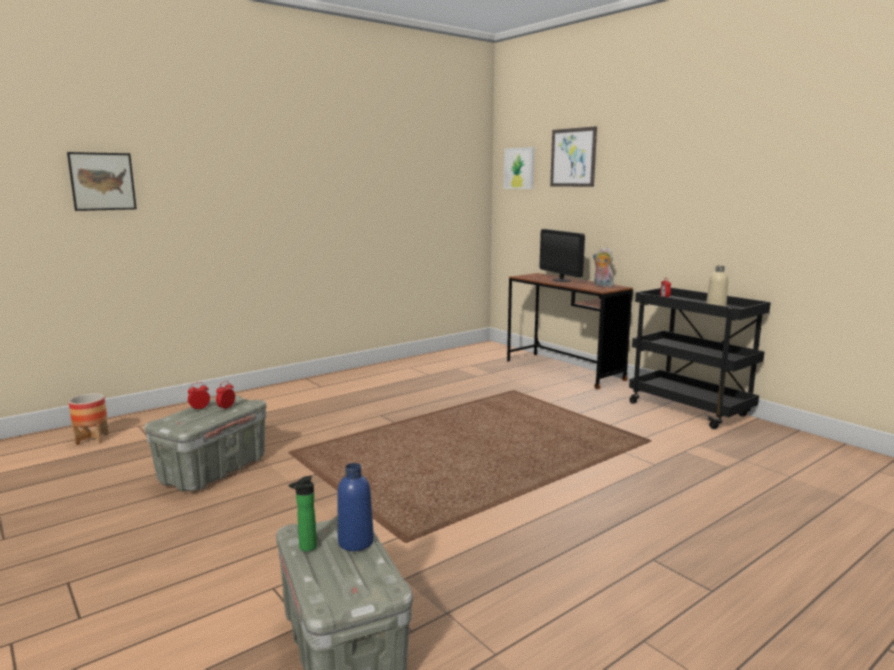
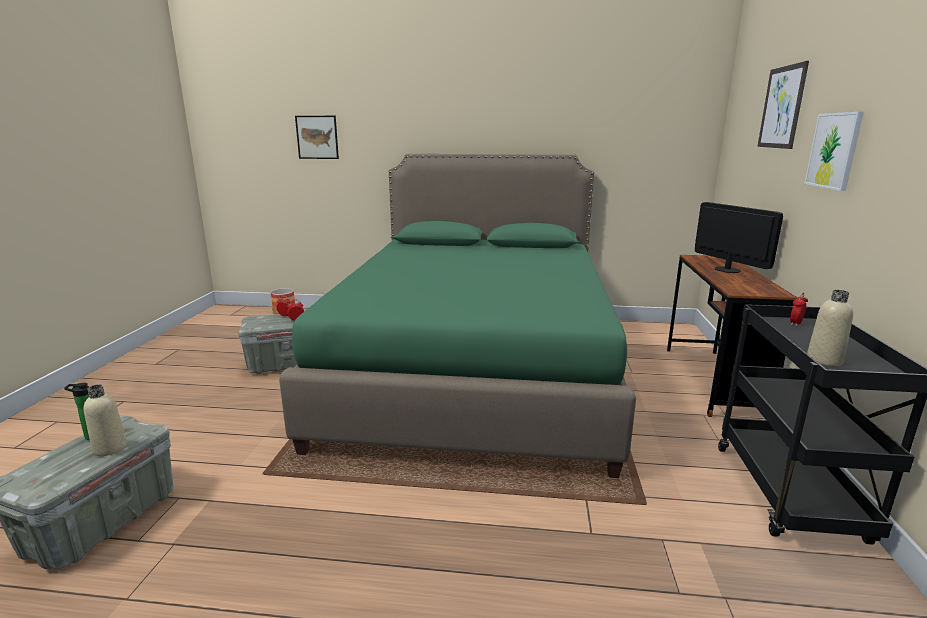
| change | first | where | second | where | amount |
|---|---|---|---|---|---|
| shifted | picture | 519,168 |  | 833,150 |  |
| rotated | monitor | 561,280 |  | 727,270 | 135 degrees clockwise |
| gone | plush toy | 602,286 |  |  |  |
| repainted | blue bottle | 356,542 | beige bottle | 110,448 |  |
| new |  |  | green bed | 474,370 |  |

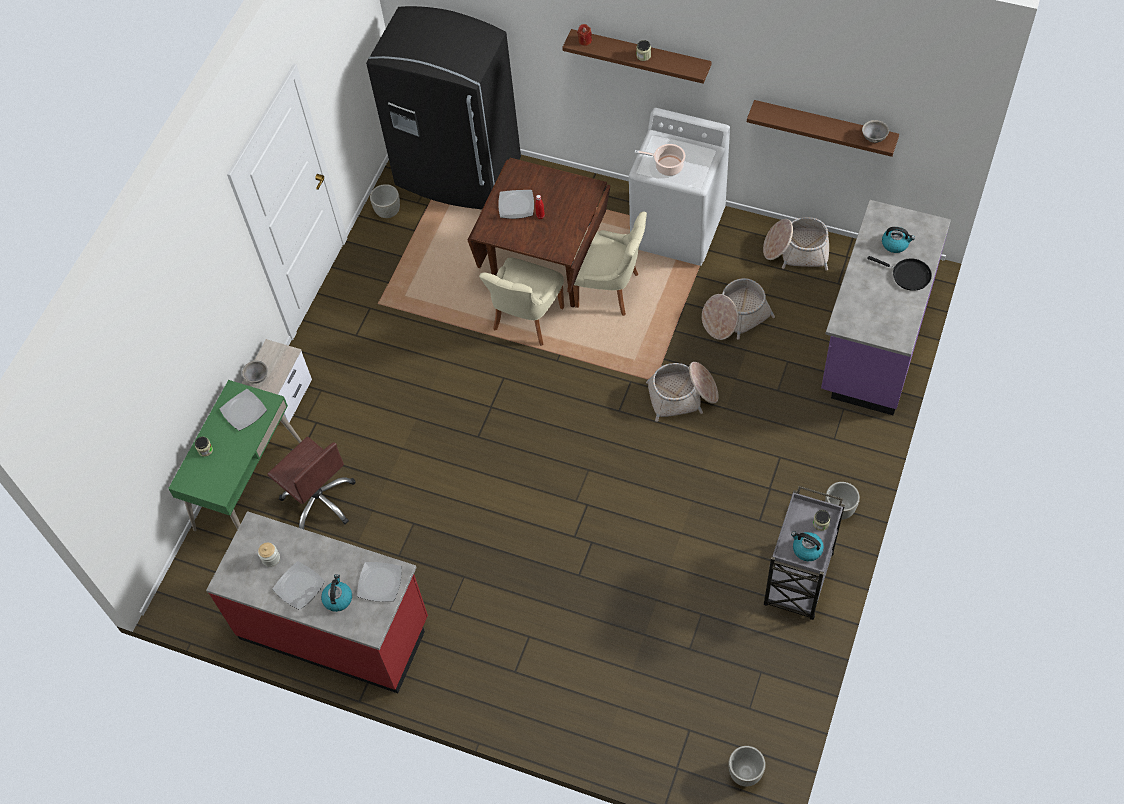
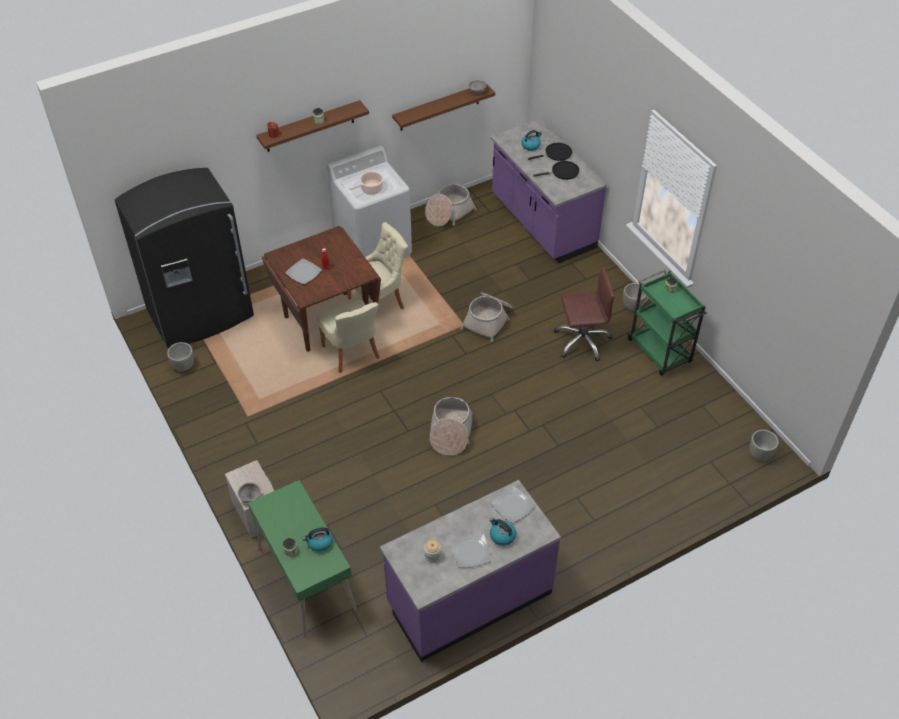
| change | first | where | second | where | amount |
|---|---|---|---|---|---|
| shifted | basket | 735,317 |  | 450,432 |  |
| gone | plate | 244,411 |  |  |  |
| shifted | brown office chair | 320,500 |  | 582,341 |  |
| repainted | grey cart | 798,581 | green cart | 660,352 |  |
| repainted | red counter | 335,628 | purple counter | 469,598 |  |
| shifted | kettle | 806,549 |  | 319,542 |  |
| new |  |  | black frying pan | 563,172 |  |

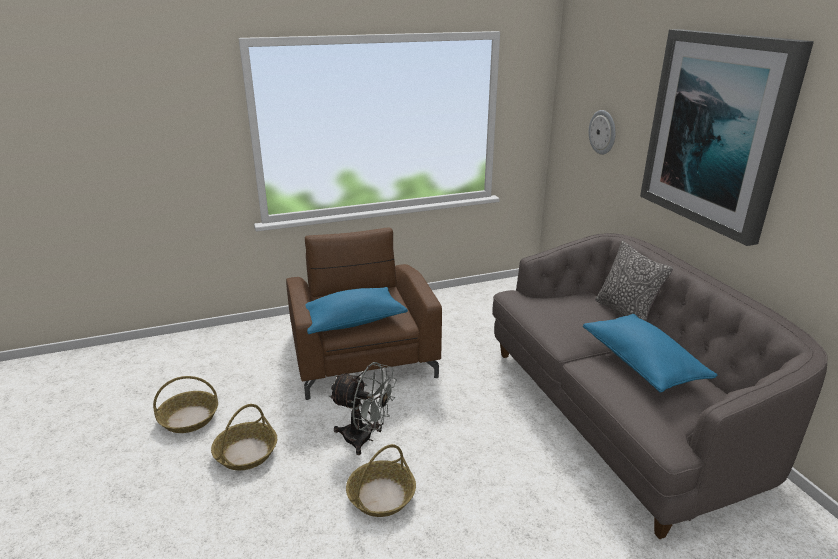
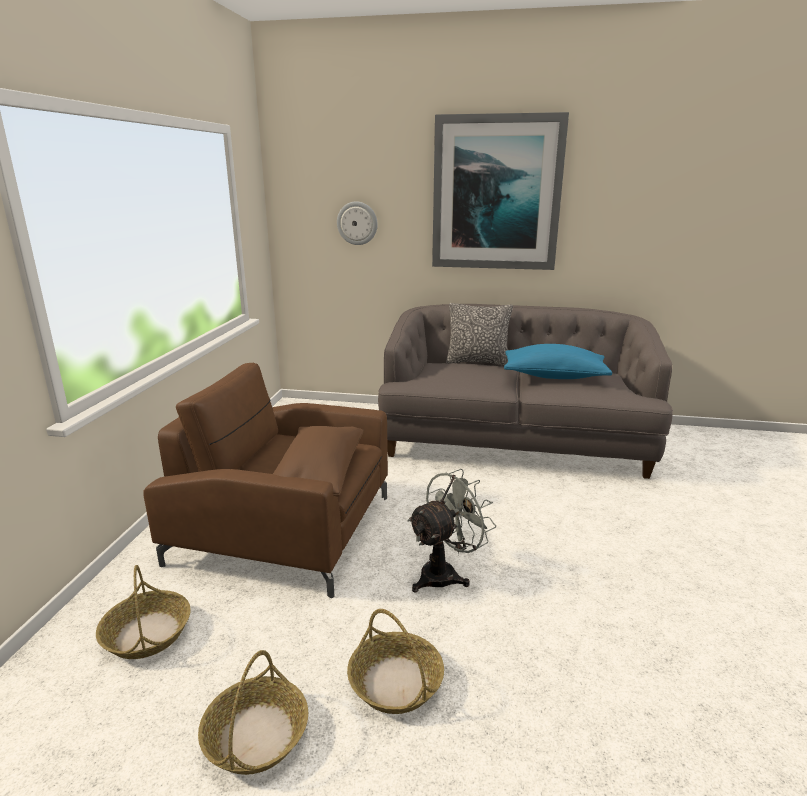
| change | first | where | second | where | amount |
|---|---|---|---|---|---|
| repainted | blue pillow | 351,322 | brown pillow | 318,475 |  |
| shifted | basket | 381,495 |  | 147,633 |  |

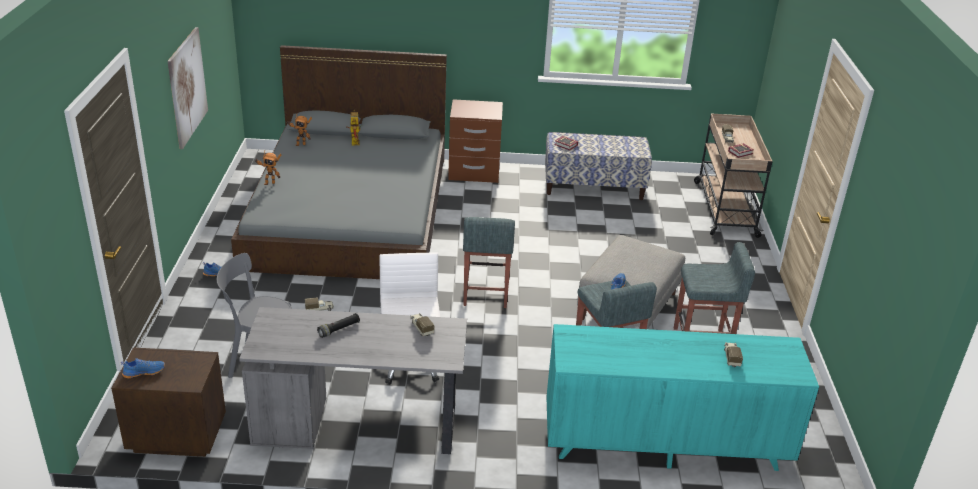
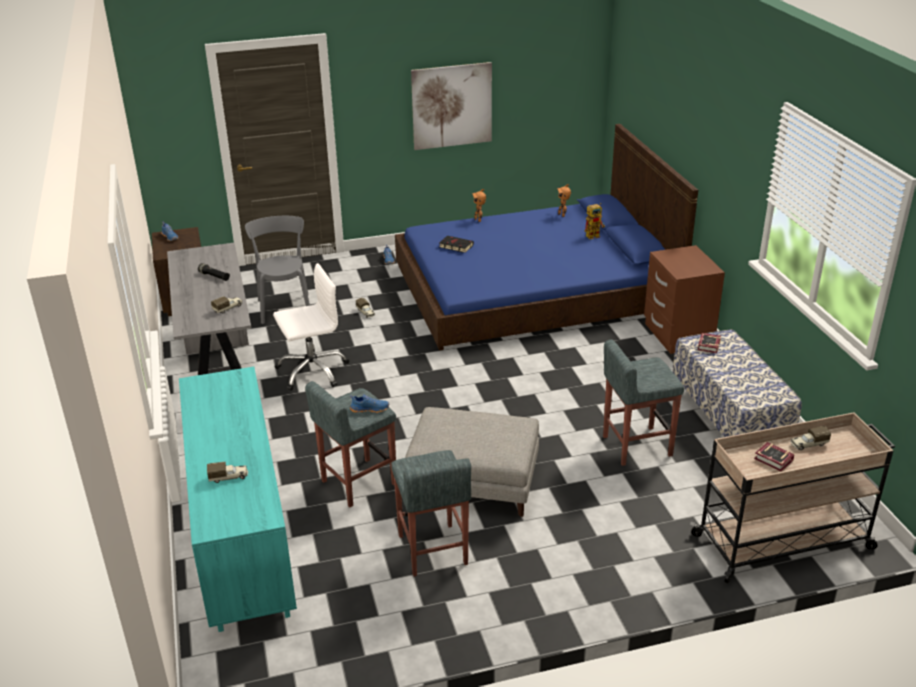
| change | first | where | second | where | amount |
|---|---|---|---|---|---|
| repainted | grey bed | 350,210 | blue bed | 534,288 |  |
| shifted | grey stool | 485,294 |  | 636,446 |  |
| new |  |  | black book | 455,246 |  |

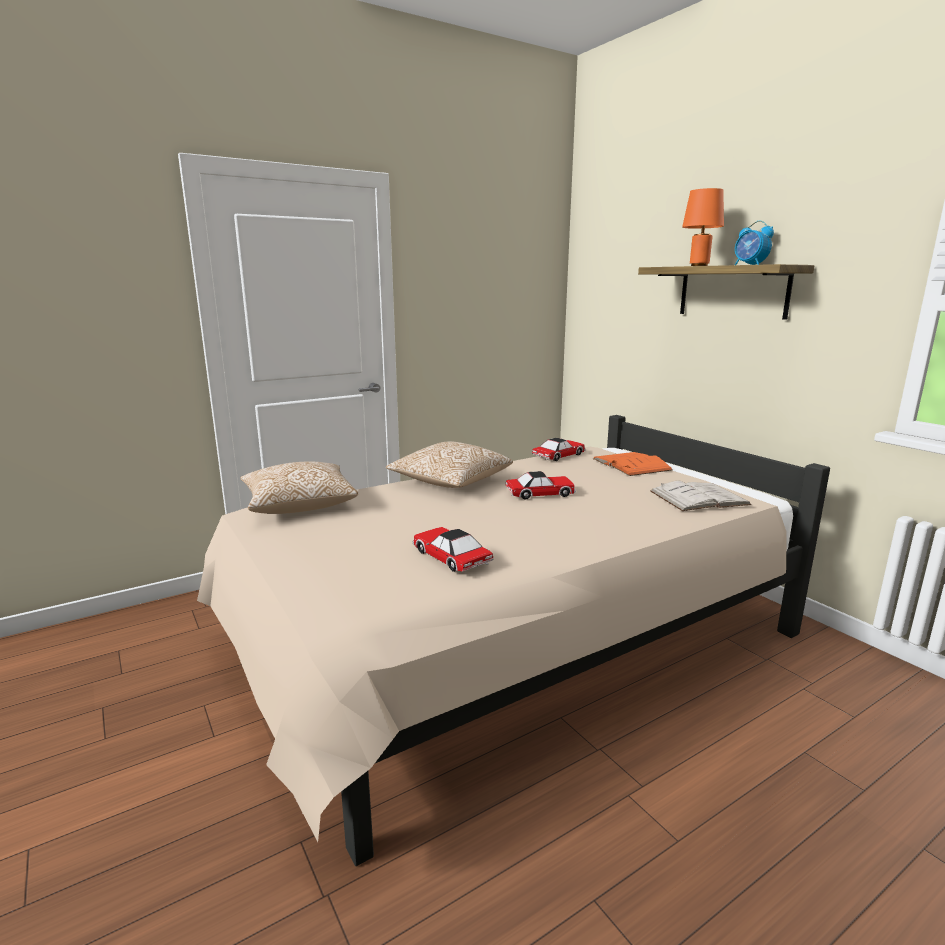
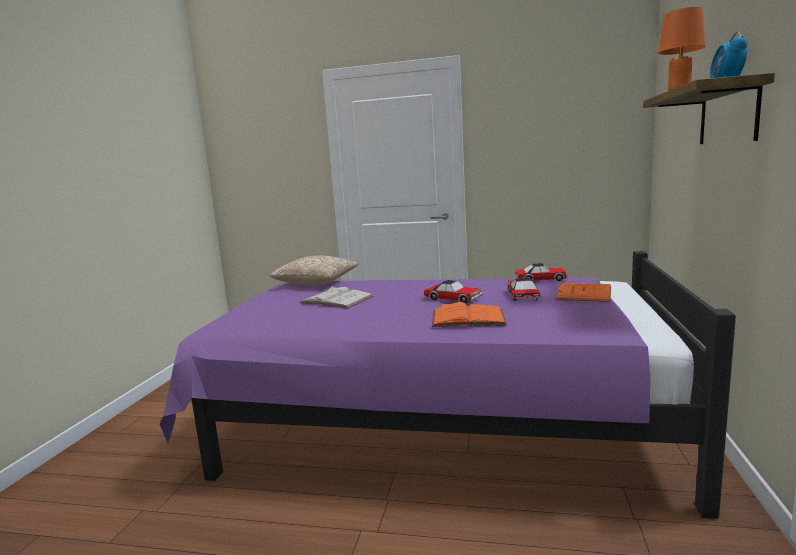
| change | first | where | second | where | amount |
|---|---|---|---|---|---|
| repainted | beige bed | 512,648 | purple bed | 432,424 |  |
| gone | pillow | 450,482 |  |  |  |
| shifted | white book | 699,498 |  | 337,299 |  |
| shifted | toy car | 451,557 |  | 523,295 |  |
| new |  |  | orange book | 468,317 |  |

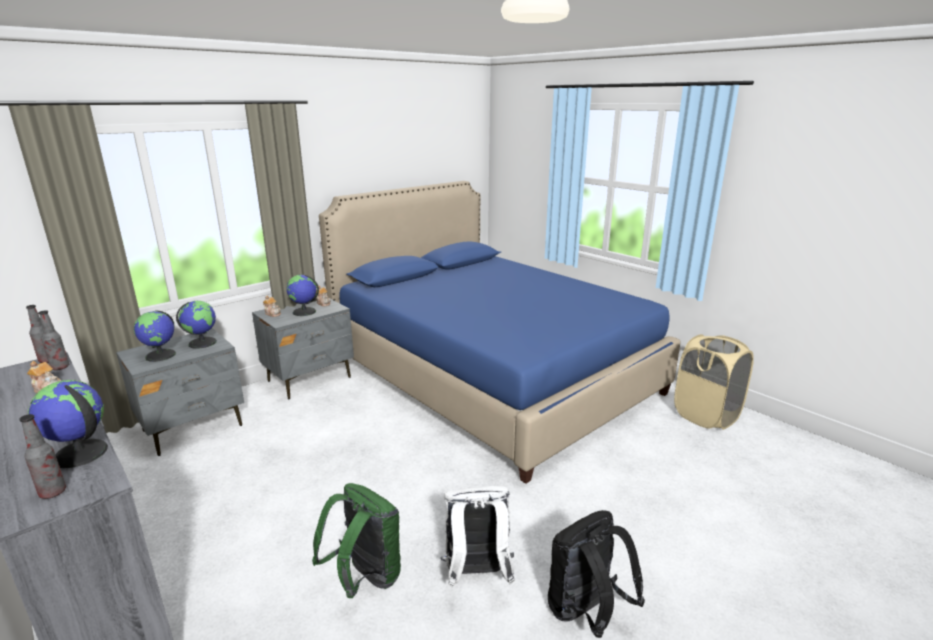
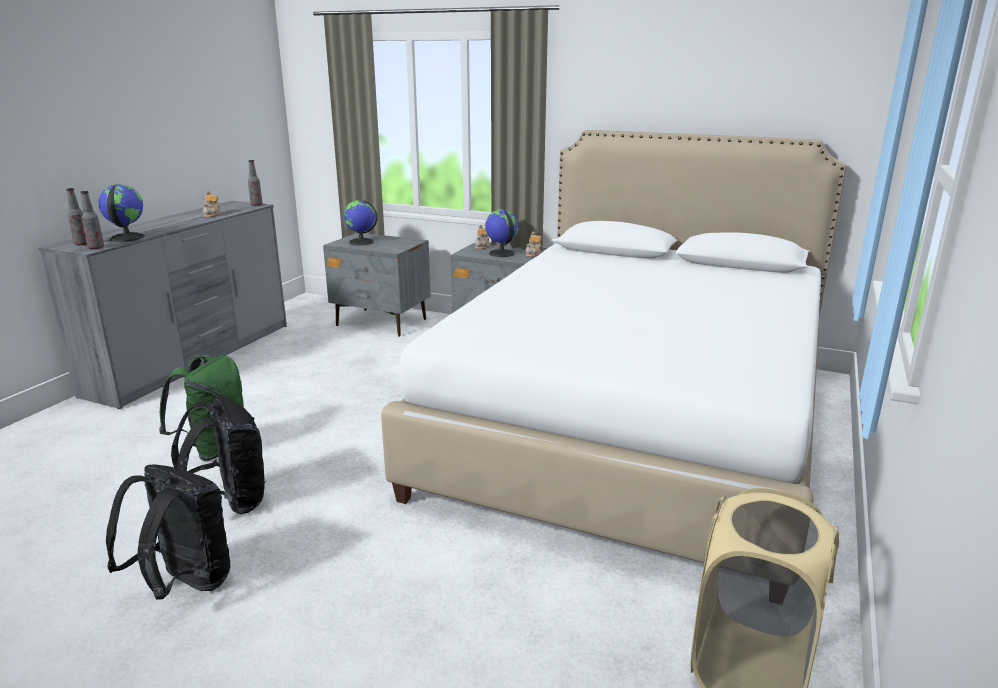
| change | first | where | second | where | amount |
|---|---|---|---|---|---|
| repainted | blue bed | 491,375 | white bed | 635,425 |  |
| gone | globe | 202,342 |  |  |  |
| shifted | bottle | 60,367 |  | 96,248 |  |
| repainted | white backpack | 476,574 | black backpack | 230,502 |  |

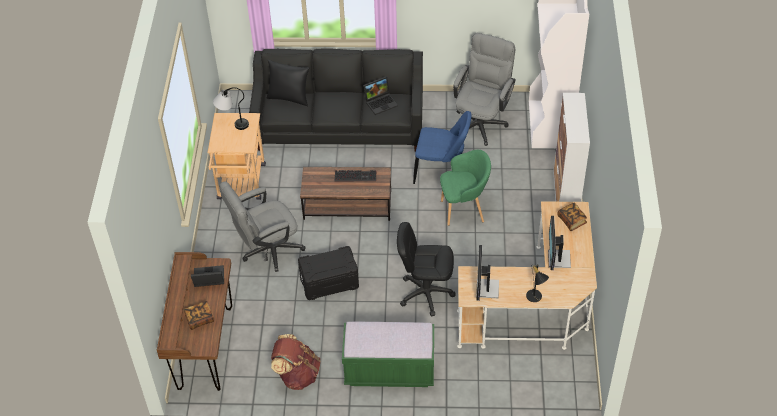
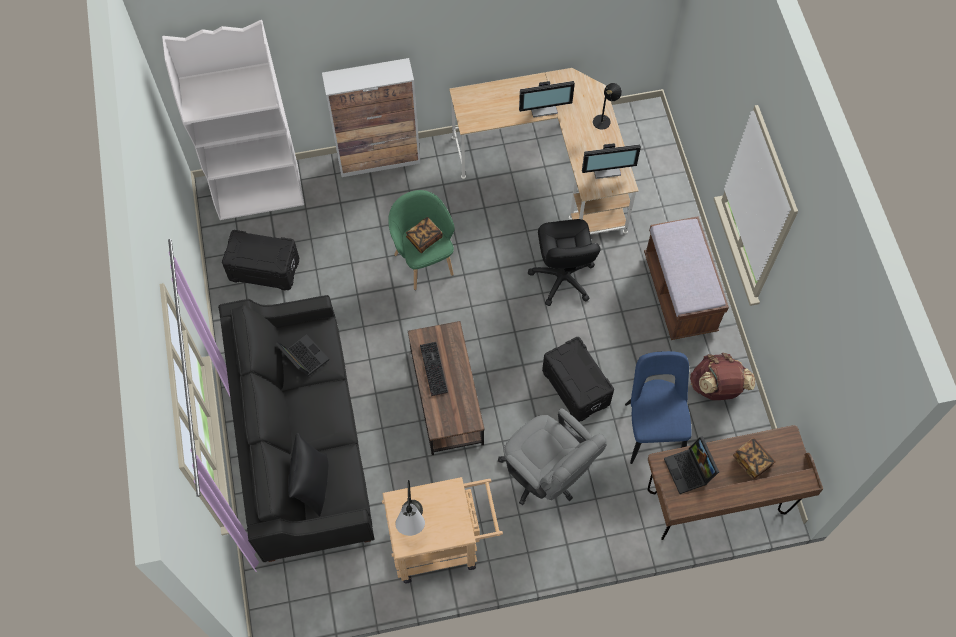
| change | first | where | second | where | amount |
|---|---|---|---|---|---|
| swapped | grey office chair | 481,121 | black storage box | 264,268 |  |
| shifted | blue chair | 442,174 |  | 652,428 |  |
| shifted | book | 571,221 |  | 424,239 |  |
| repainted | green bench | 389,370 | brown bench | 679,293 |  |

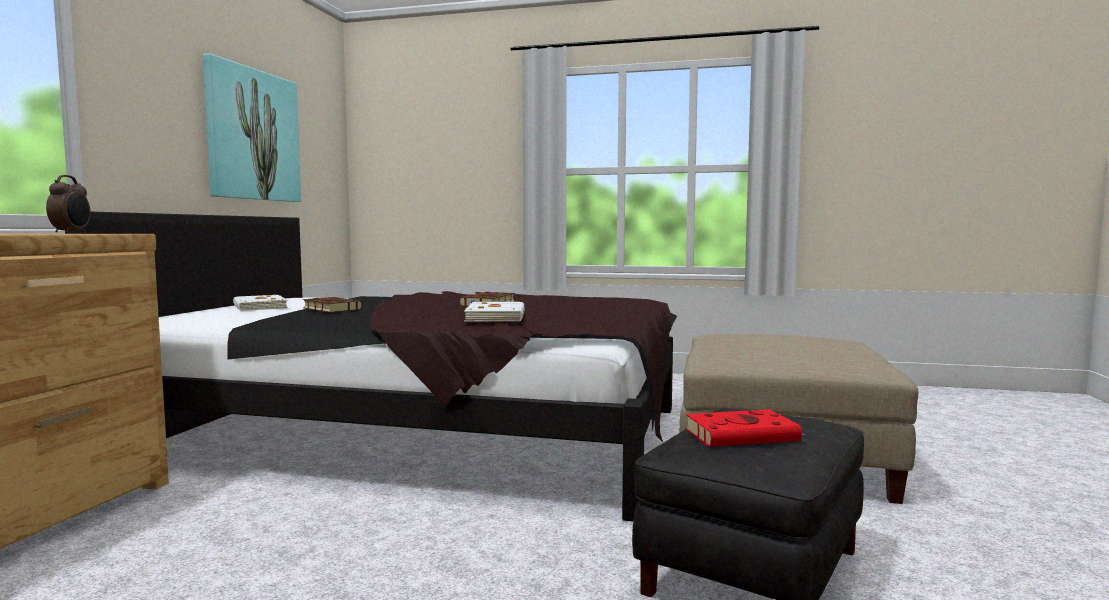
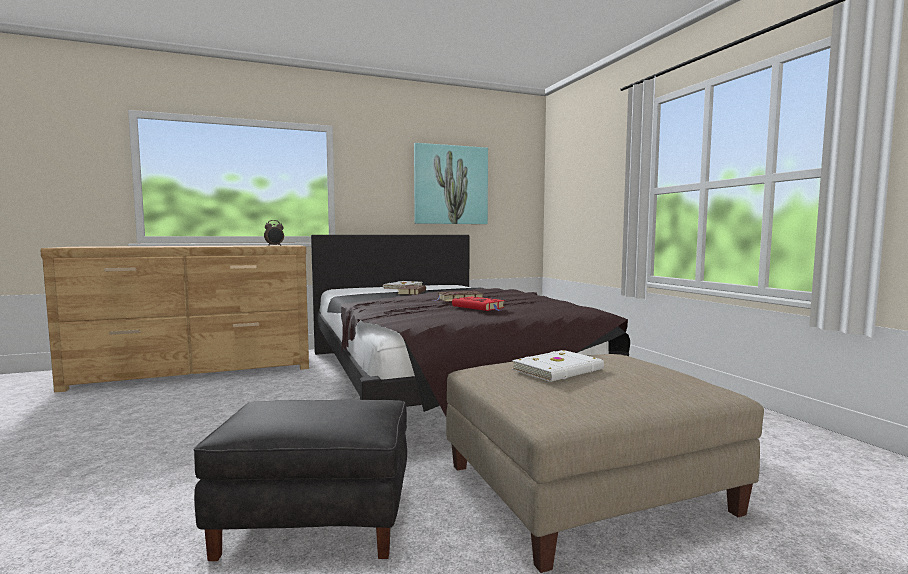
| change | first | where | second | where | amount |
|---|---|---|---|---|---|
| shifted | white book | 497,316 |  | 559,370 |  |
| shifted | red book | 744,435 |  | 479,307 |  |

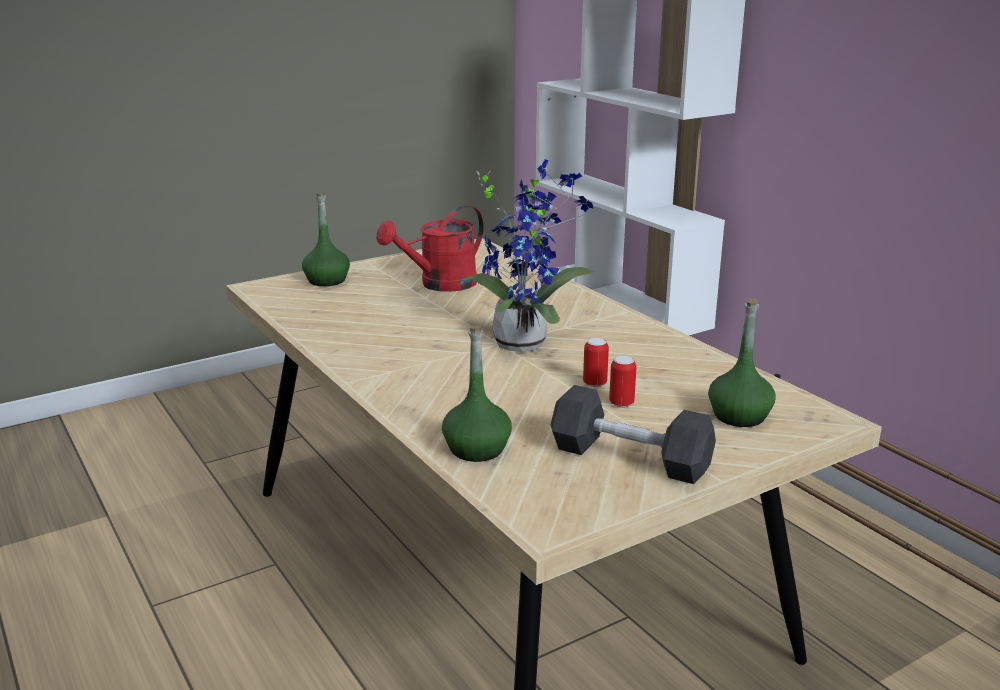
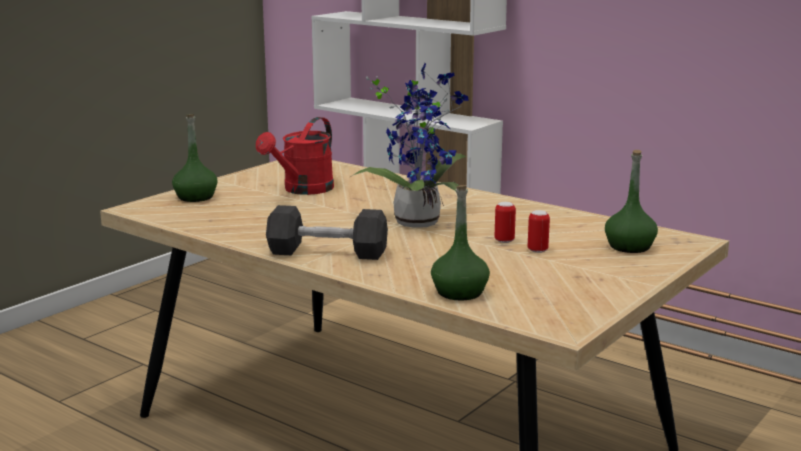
| change | first | where | second | where | amount |
|---|---|---|---|---|---|
| shifted | black dumbbell | 630,458 |  | 327,252 |  |

